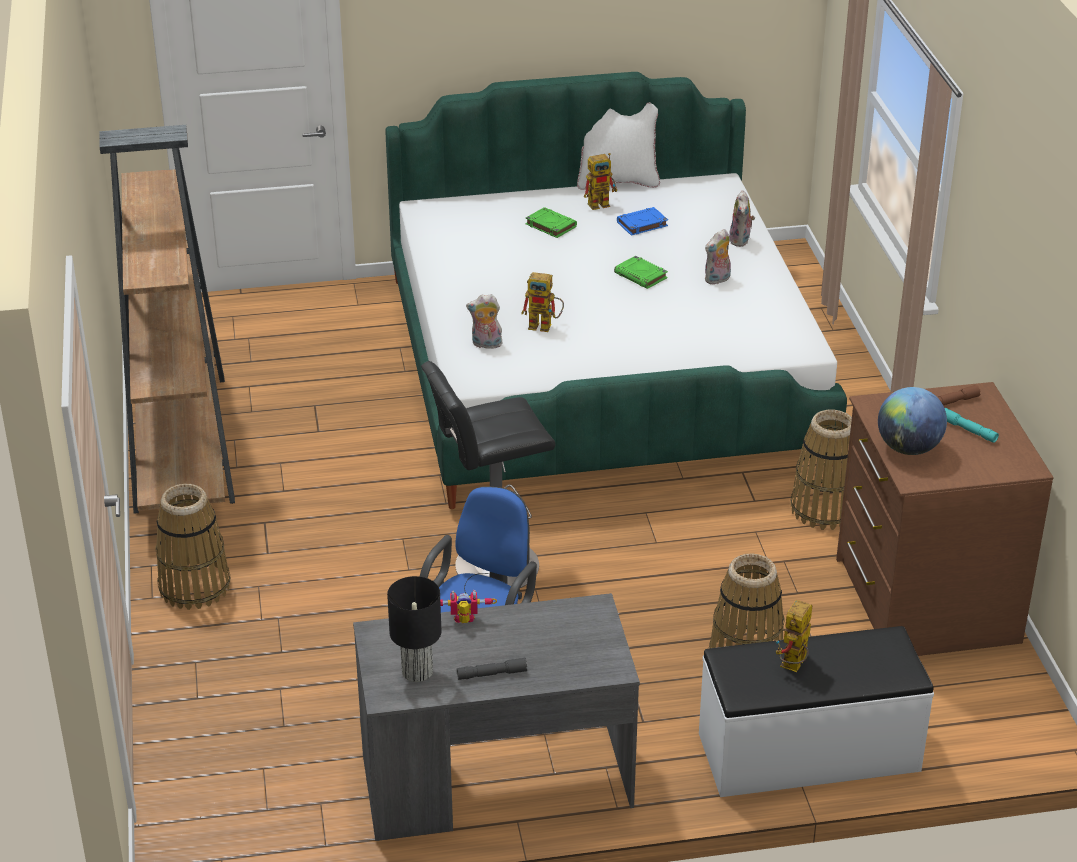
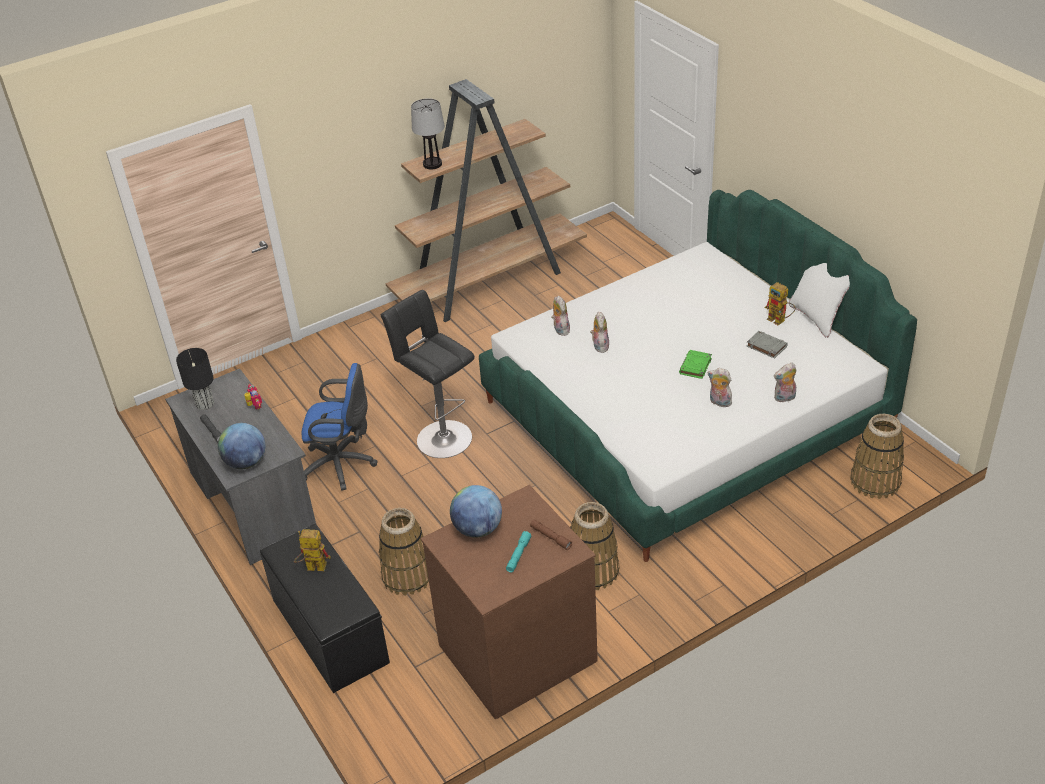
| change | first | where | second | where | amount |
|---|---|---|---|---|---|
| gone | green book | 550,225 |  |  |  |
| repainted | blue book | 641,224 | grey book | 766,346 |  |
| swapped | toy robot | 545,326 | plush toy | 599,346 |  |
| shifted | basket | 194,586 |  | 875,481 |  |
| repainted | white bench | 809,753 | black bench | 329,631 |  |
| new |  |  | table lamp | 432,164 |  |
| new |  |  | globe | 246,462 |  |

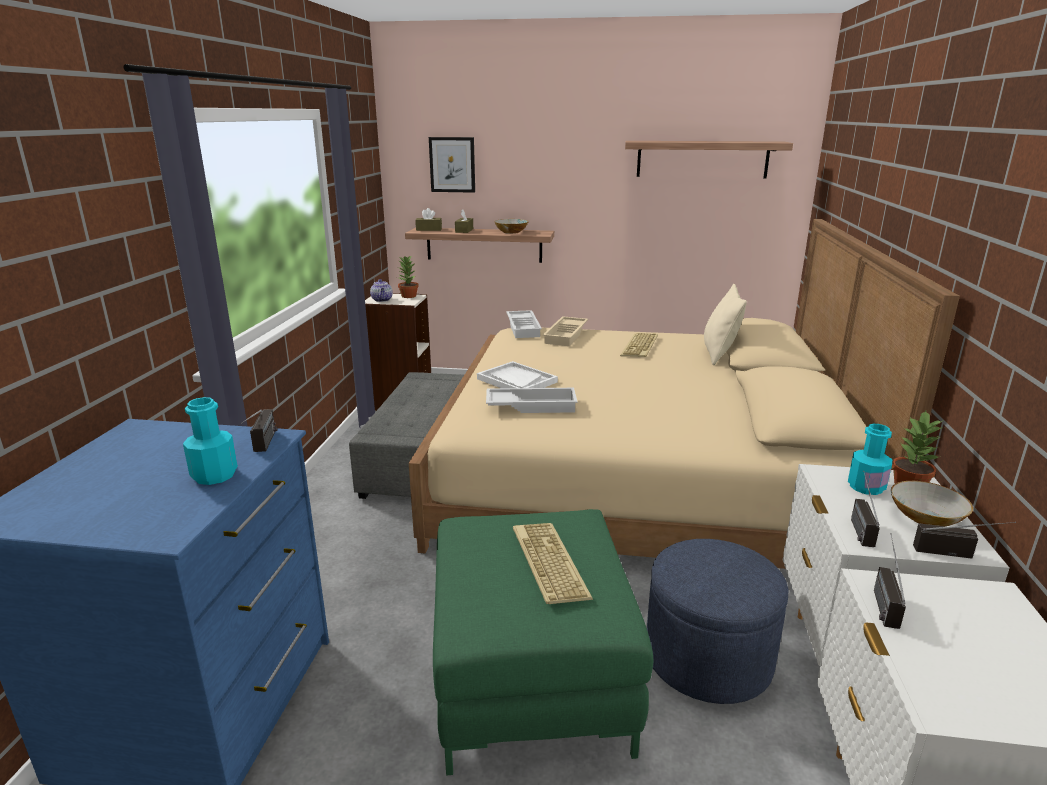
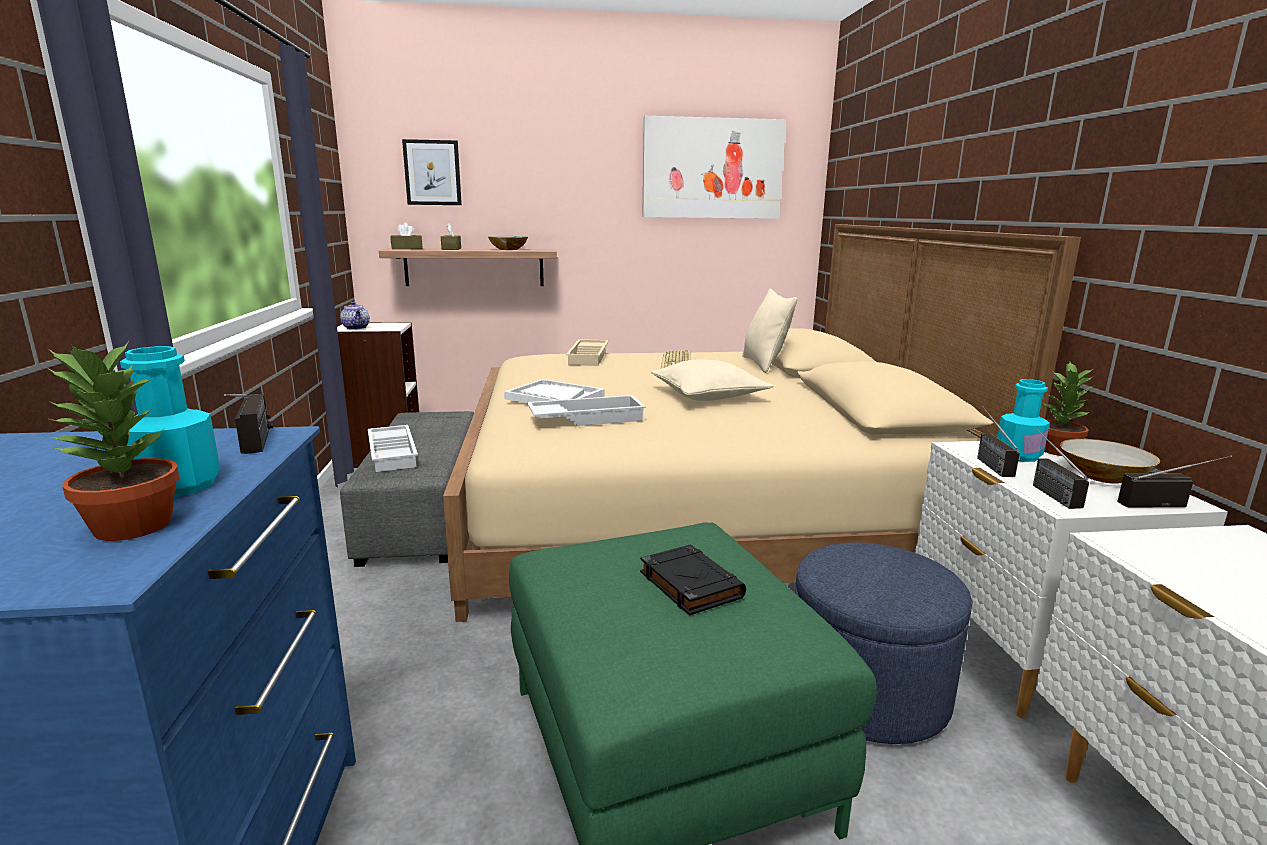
| change | first | where | second | where | amount |
|---|---|---|---|---|---|
| swapped | shelf | 702,159 | picture | 712,169 |  |
| shifted | potted plant | 408,296 |  | 130,526 |  |
| shifted | white tray | 524,328 |  | 394,453 |  |
| swapped | keyboard | 547,562 | black book | 689,584 |  |
| shifted | radio | 881,598 |  | 987,462 |  |
| new |  |  | beige pillow | 708,396 |  |

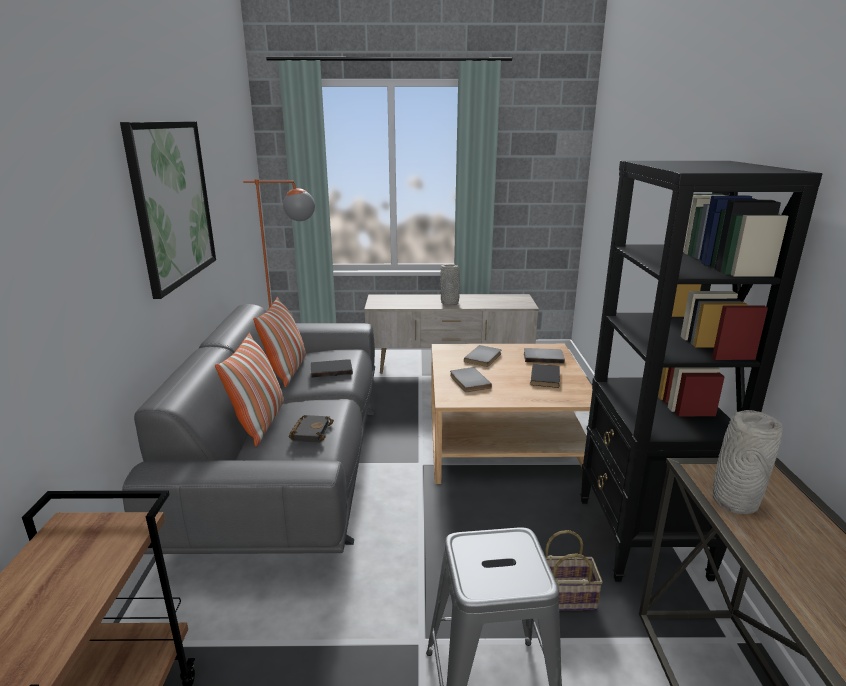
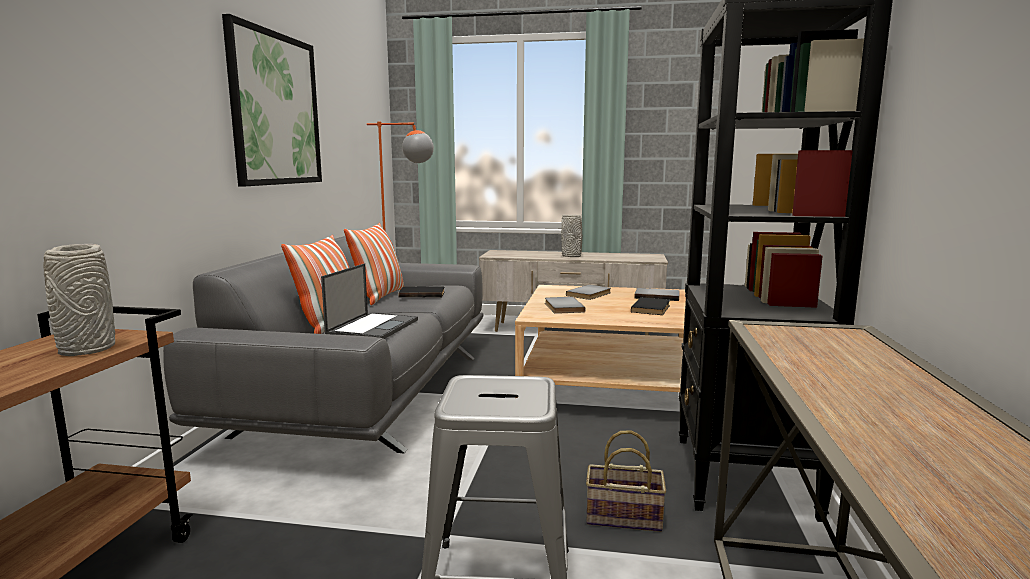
| change | first | where | second | where | amount |
|---|---|---|---|---|---|
| shifted | grey vase | 733,501 |  | 86,349 |  |
| swapped | black book | 310,431 | laptop | 373,327 |  |

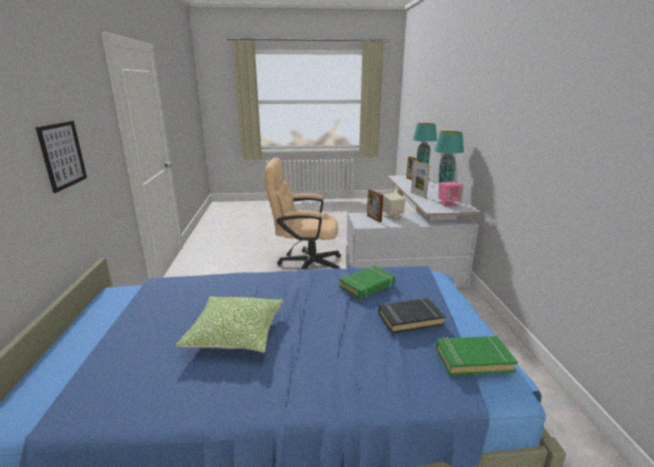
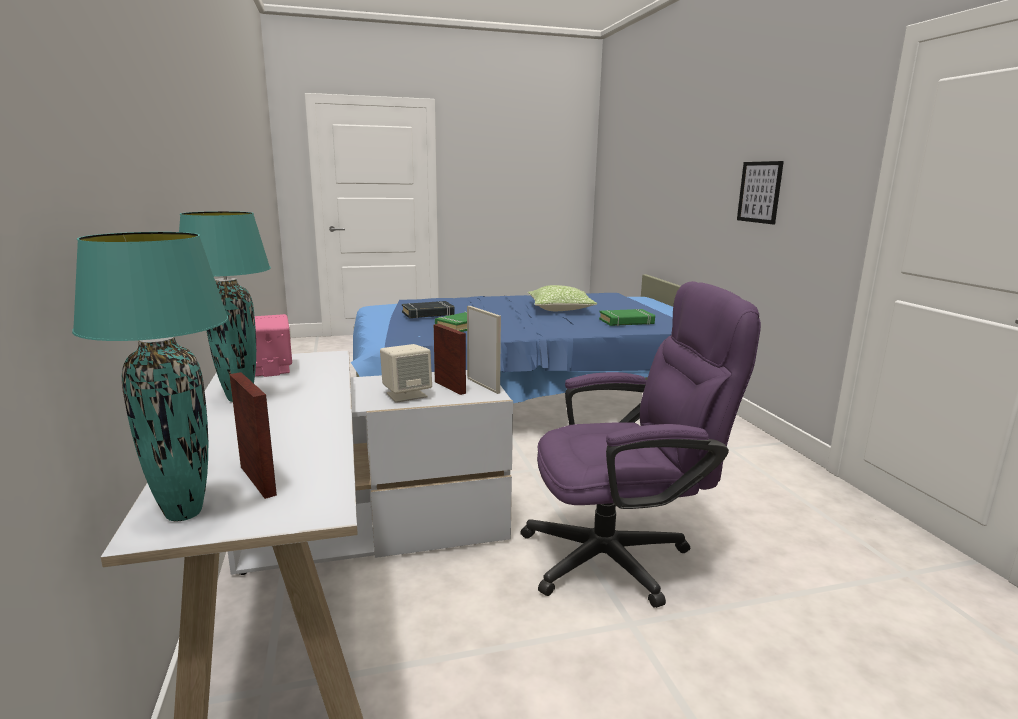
| change | first | where | second | where | amount |
|---|---|---|---|---|---|
| repainted | beige office chair | 304,264 | purple office chair | 621,556 |  |
| shifted | picture frame | 418,195 |  | 483,385 |  |
| shifted | green book | 473,359 |  | 626,322 |  |

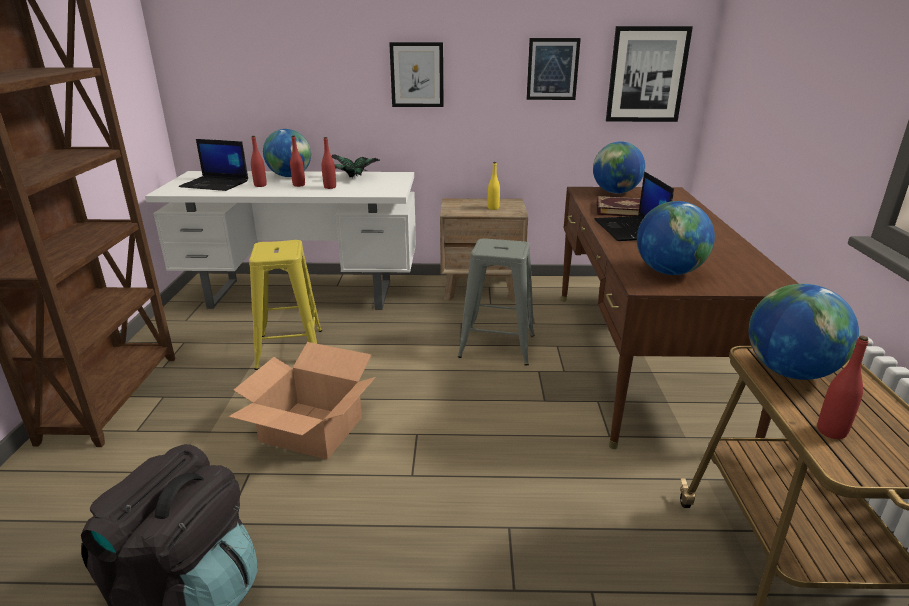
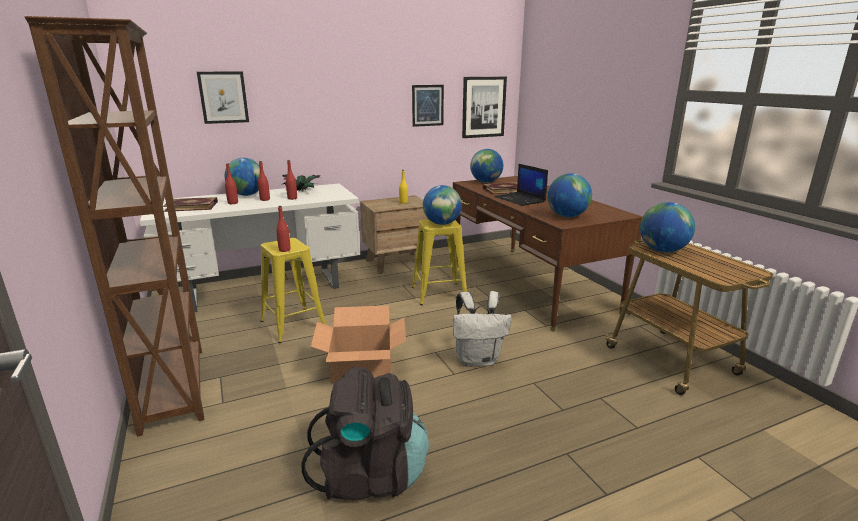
| change | first | where | second | where | amount |
|---|---|---|---|---|---|
| shifted | picture | 417,75 |  | 223,97 |  |
| swapped | laptop | 216,184 | book | 191,206 |  |
| repainted | grey stool | 497,346 | yellow stool | 439,293 |  |
| shifted | red bottle | 831,431 |  | 284,250 |  |
| new |  |  | globe | 442,224 |  |
| new |  |  | white backpack | 478,360 |  |

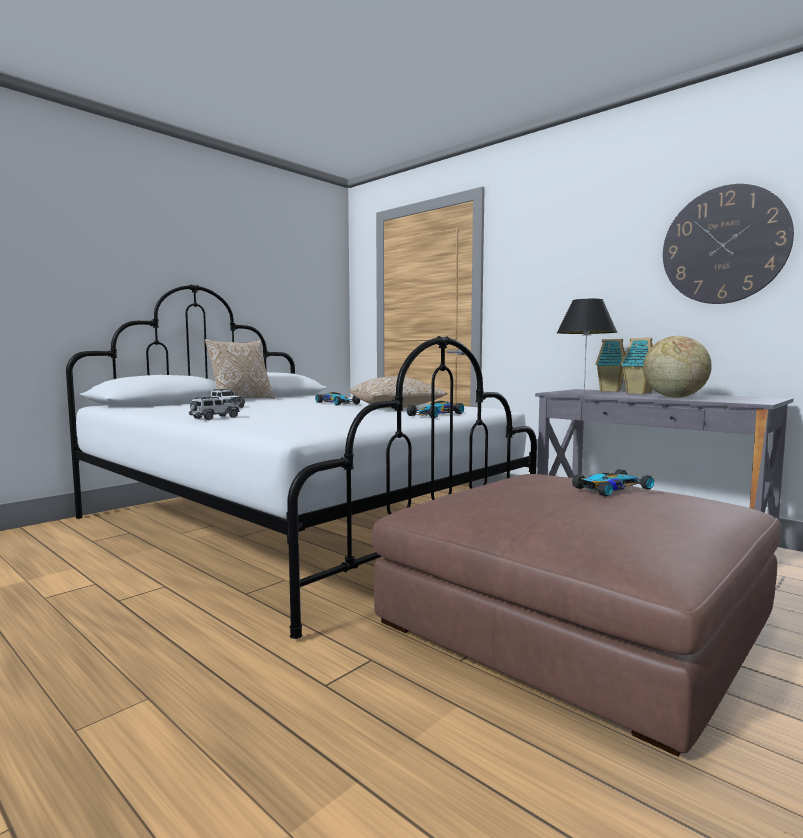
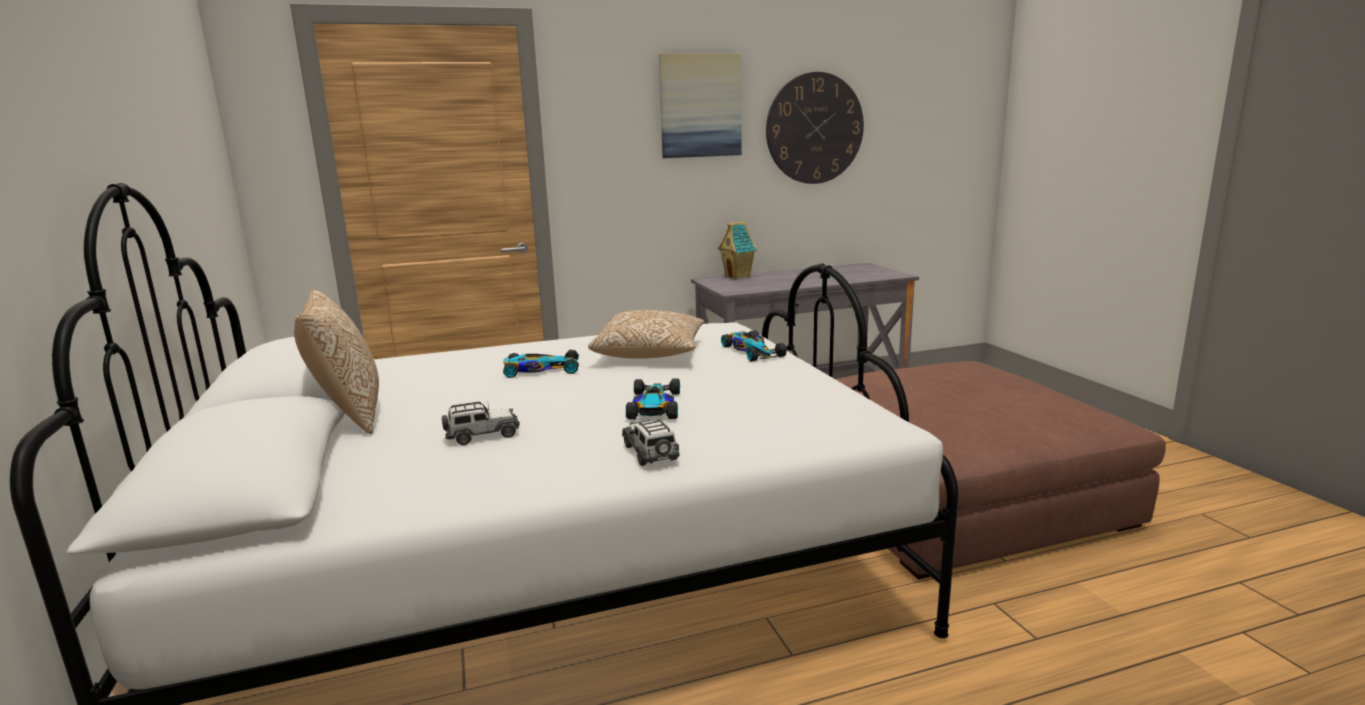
| change | first | where | second | where | amount |
|---|---|---|---|---|---|
| gone | black table lamp | 583,393 |  |  |  |
| gone | globe | 674,397 |  |  |  |
| gone | toy house | 639,393 |  |  |  |
| shifted | toy car | 611,489 |  | 654,407 |  |
| new |  |  | picture | 700,106 |  |

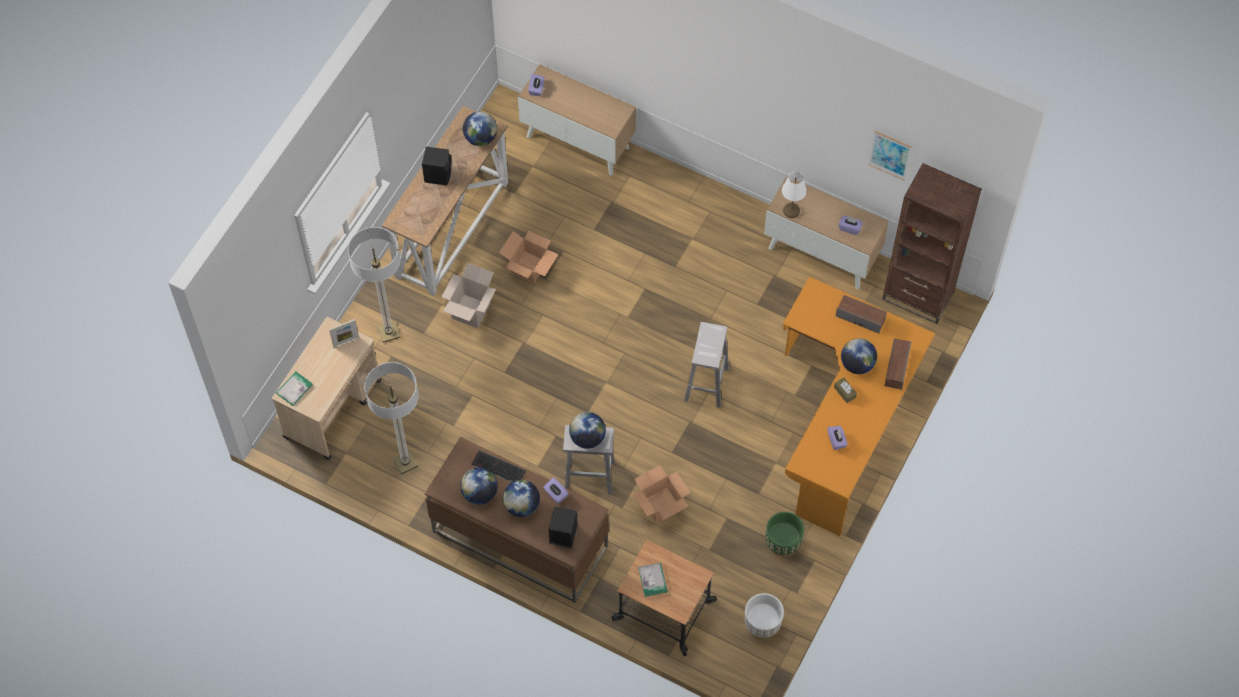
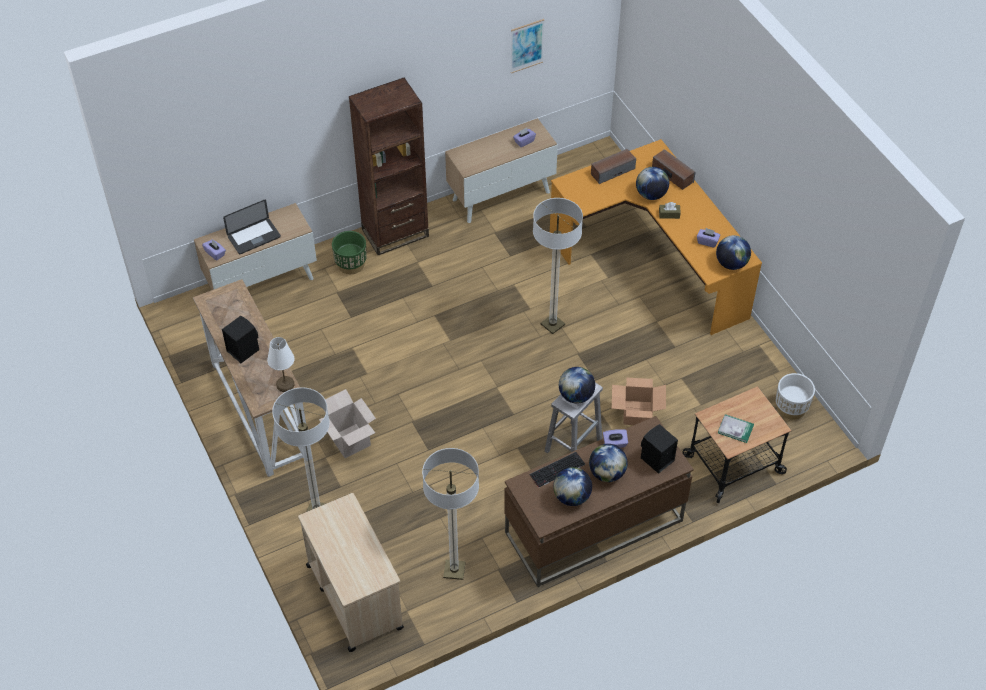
| change | first | where | second | where | amount |
|---|---|---|---|---|---|
| shifted | globe | 480,138 |  | 731,263 |  |
| shifted | brown bookcase | 918,295 |  | 395,233 |  |
| shifted | white table lamp | 791,211 |  | 285,384 |  |
| gone | cardboard box | 529,267 |  |  |  |
| gone | picture frame | 346,342 |  |  |  |
| swapped | white stool | 706,383 | floor lamp | 552,324 |  |
| gone | book | 294,389 |  |  |  |
| shifted | green planter | 783,543 |  | 351,264 |  |
| new |  |  | laptop | 254,237 |  |

